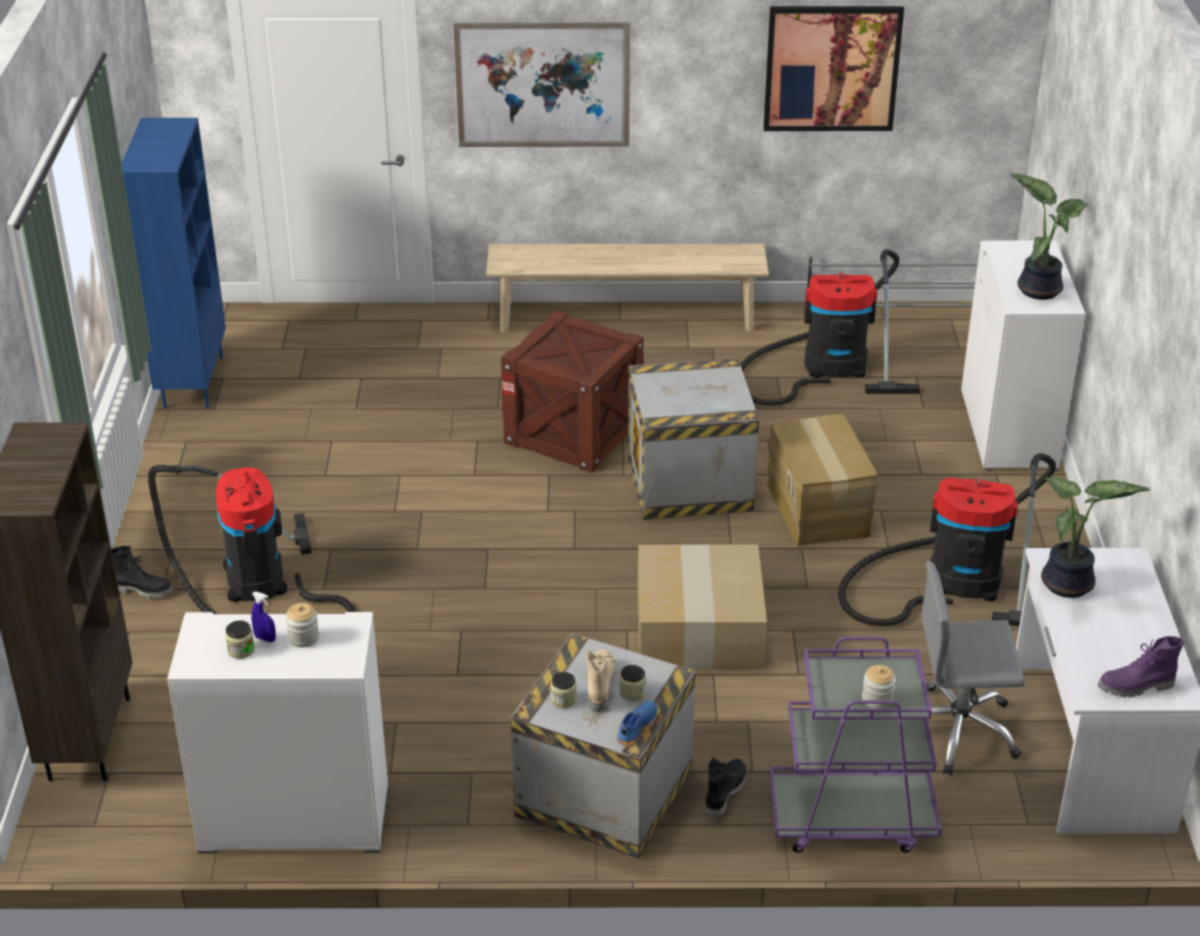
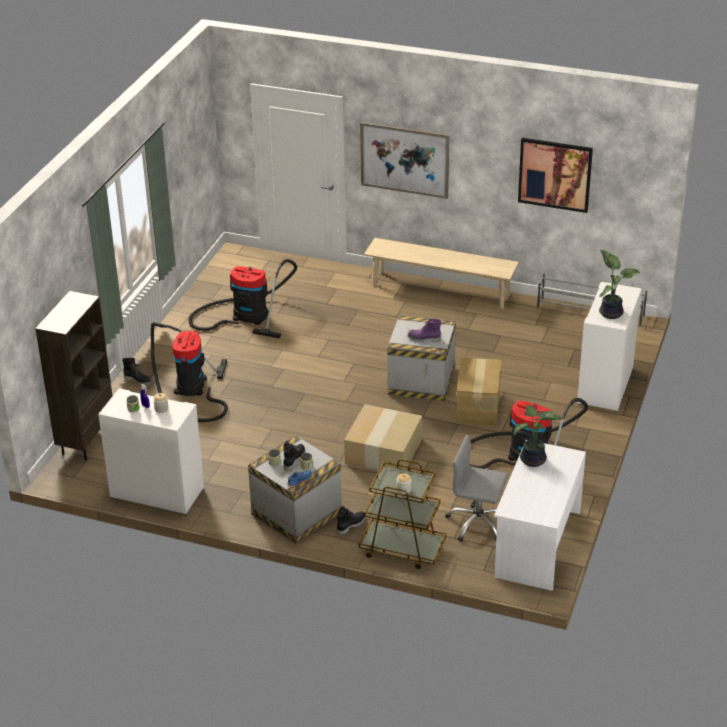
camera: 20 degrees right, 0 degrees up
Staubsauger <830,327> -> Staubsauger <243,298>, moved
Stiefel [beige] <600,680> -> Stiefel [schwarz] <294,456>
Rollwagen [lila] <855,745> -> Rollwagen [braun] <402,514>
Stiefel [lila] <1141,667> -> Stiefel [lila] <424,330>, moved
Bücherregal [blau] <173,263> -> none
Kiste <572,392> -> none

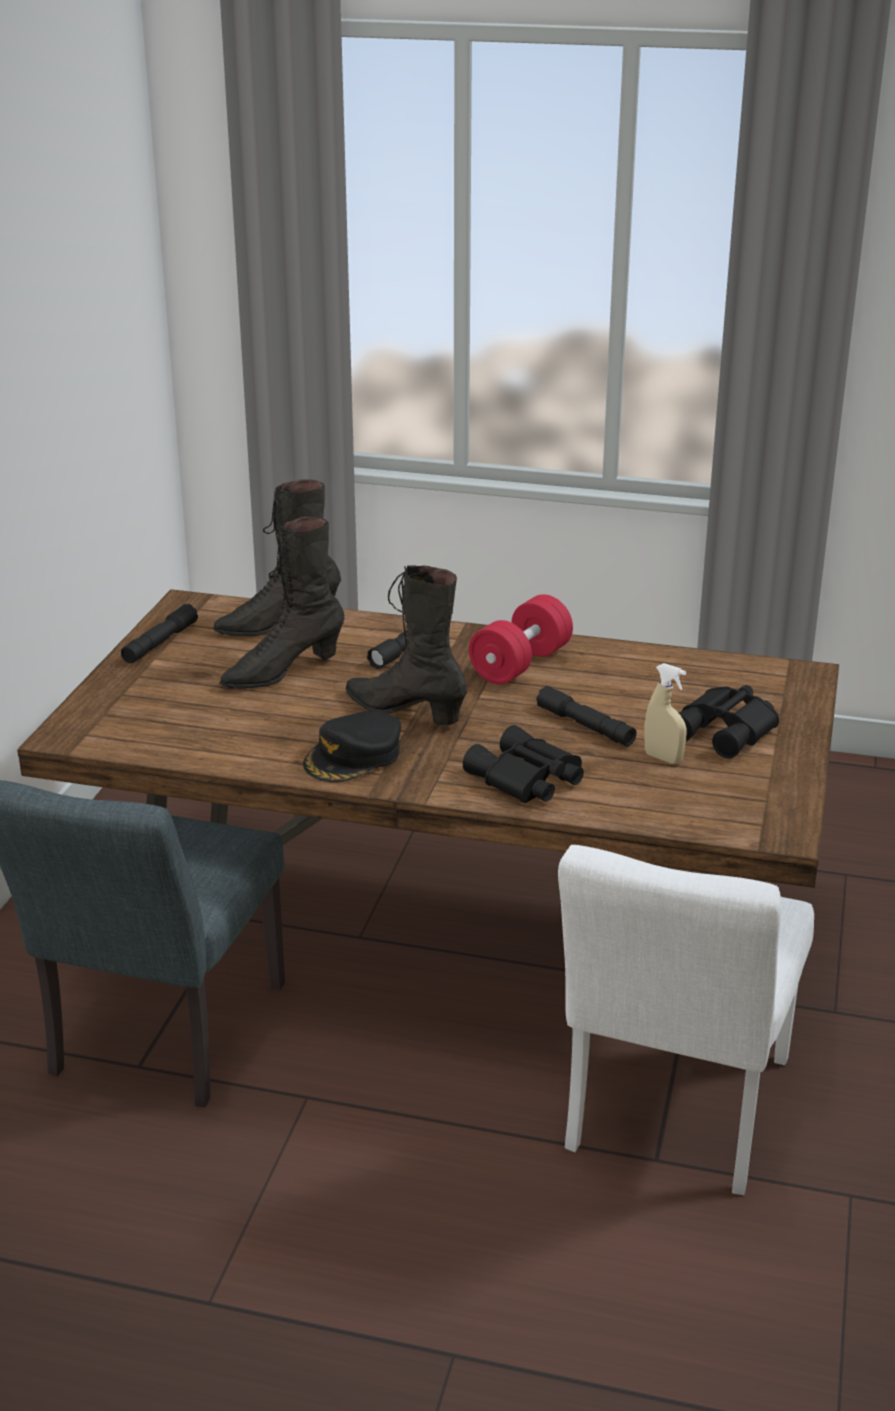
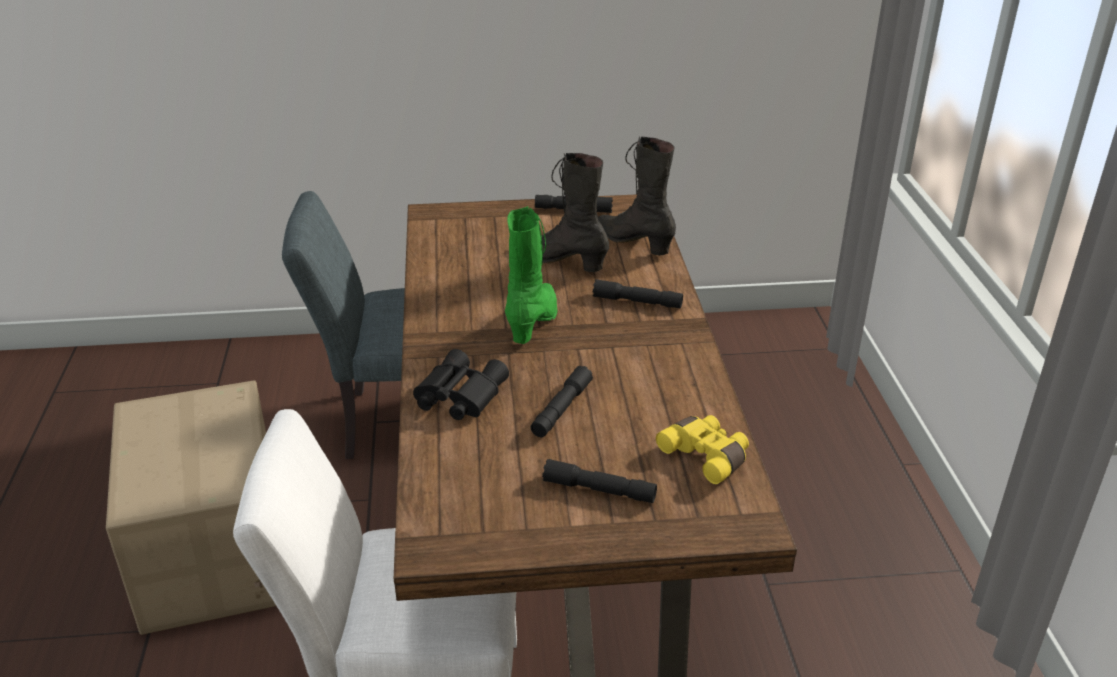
camera: 70 degrees right, 5 degrees up
none -> Karton <191,507>
Stiefel [schwarz] <406,645> -> Stiefel [grün] <531,275>
Fernglas [schwarz] <729,721> -> Taschenlampe [schwarz] <599,481>
none -> Fernglas [gelb] <702,449>
Kappe [schwarz] <352,746> -> none
Hantel [rot] <521,639> -> none
Sprühflasche [beige] <665,713> -> none

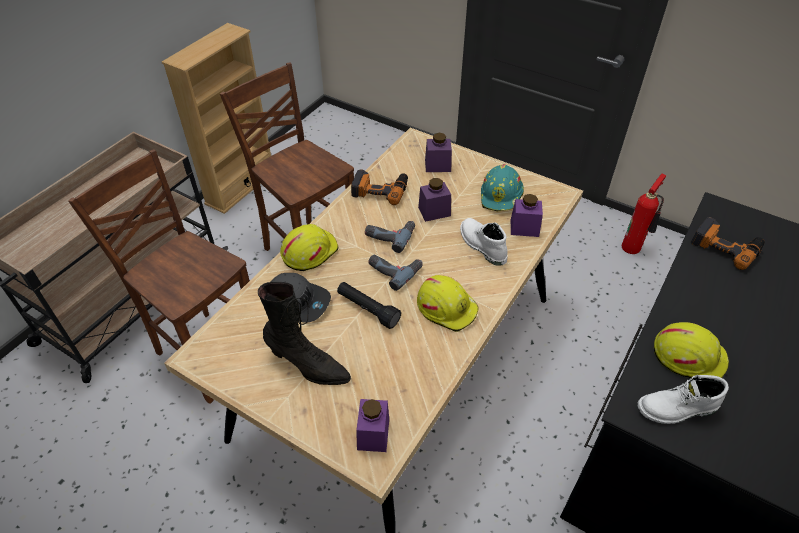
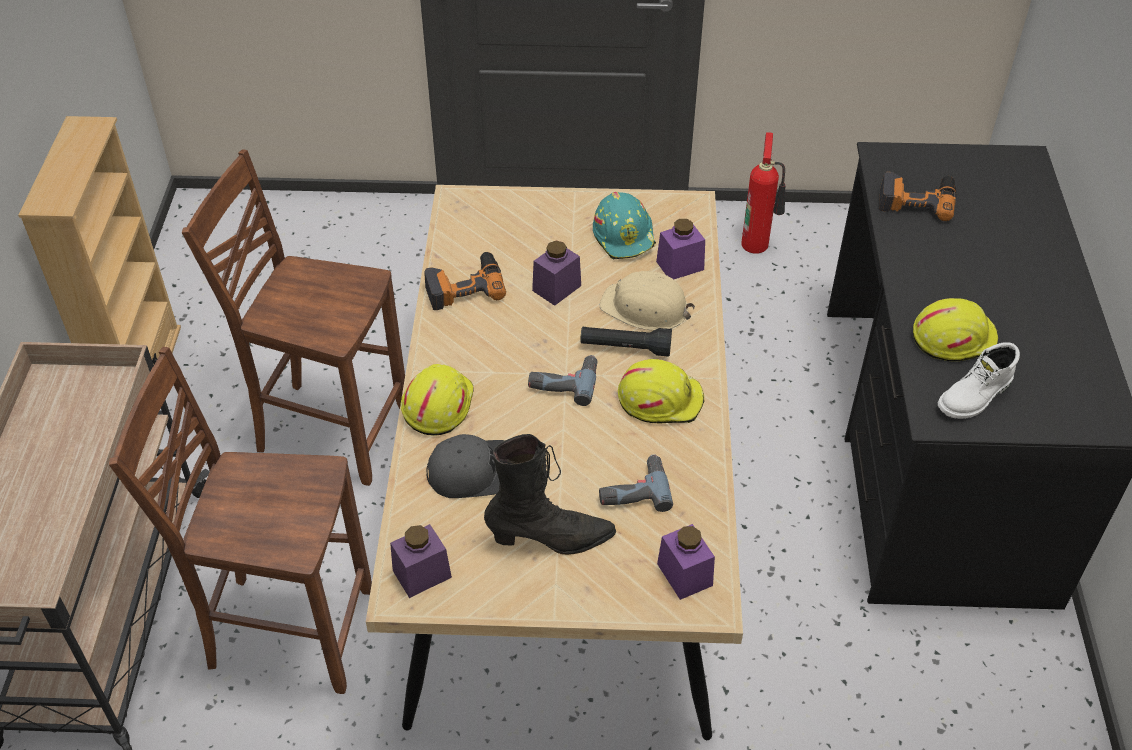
camera: 30 degrees left, 0 degrees up
Vorratsglas [lila] <438,152> -> Vorratsglas [lila] <421,561>, moved
Taschenlampe [schwarz] <369,305> -> Taschenlampe [schwarz] <626,342>, moved
Bohrmaschine <390,237> -> Bohrmaschine <636,483>, moved
Stiefel [weiß] <484,242> -> Schutzhelm [beige] <647,301>

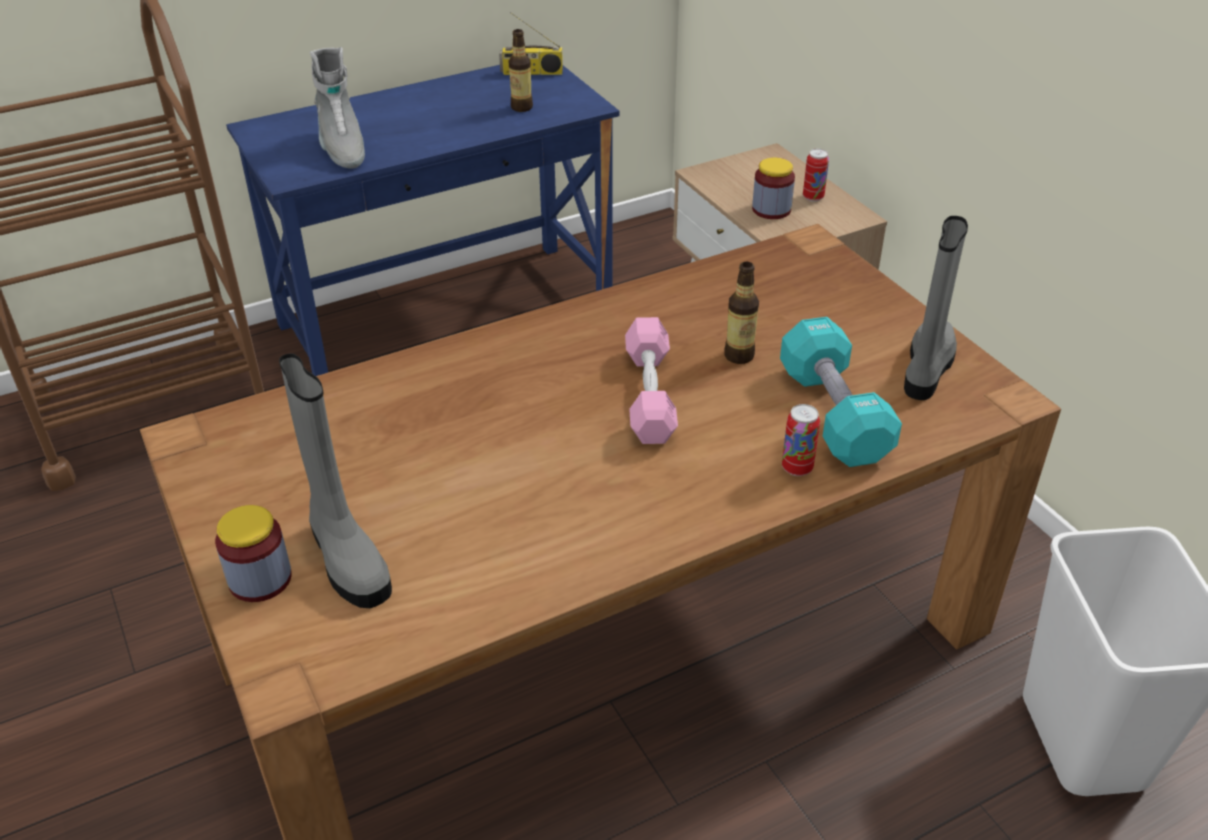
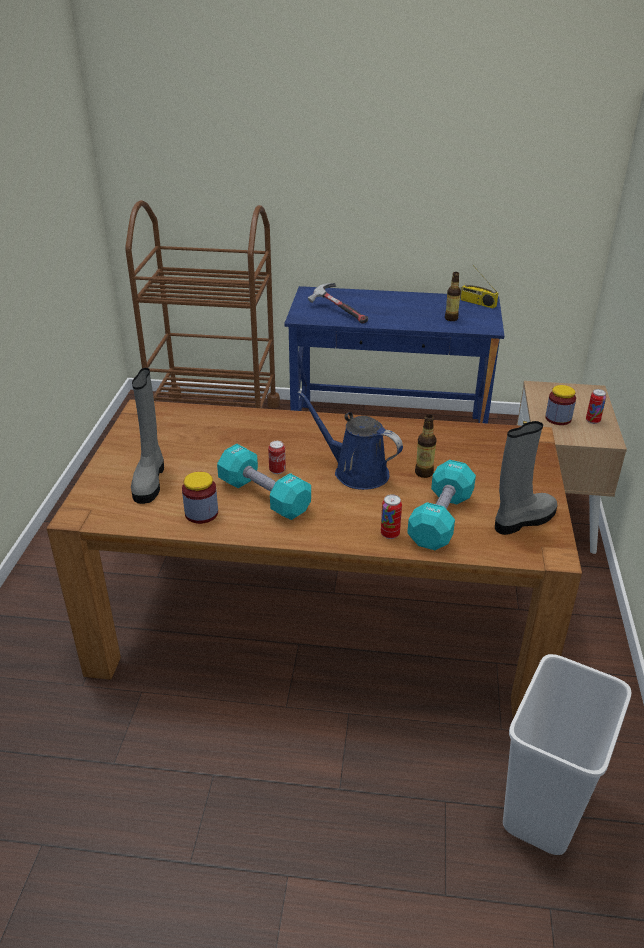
camera: 35 degrees right, 5 degrees down
Vorratsglas <253,553> -> Vorratsglas <200,498>, moved
none -> Hantel [türkis] <264,482>
none -> Dose <277,457>
Hantel [rosa] <651,380> -> Gießkanne [blau] <350,440>
Stiefel [grau] <337,108> -> Hammer <338,303>

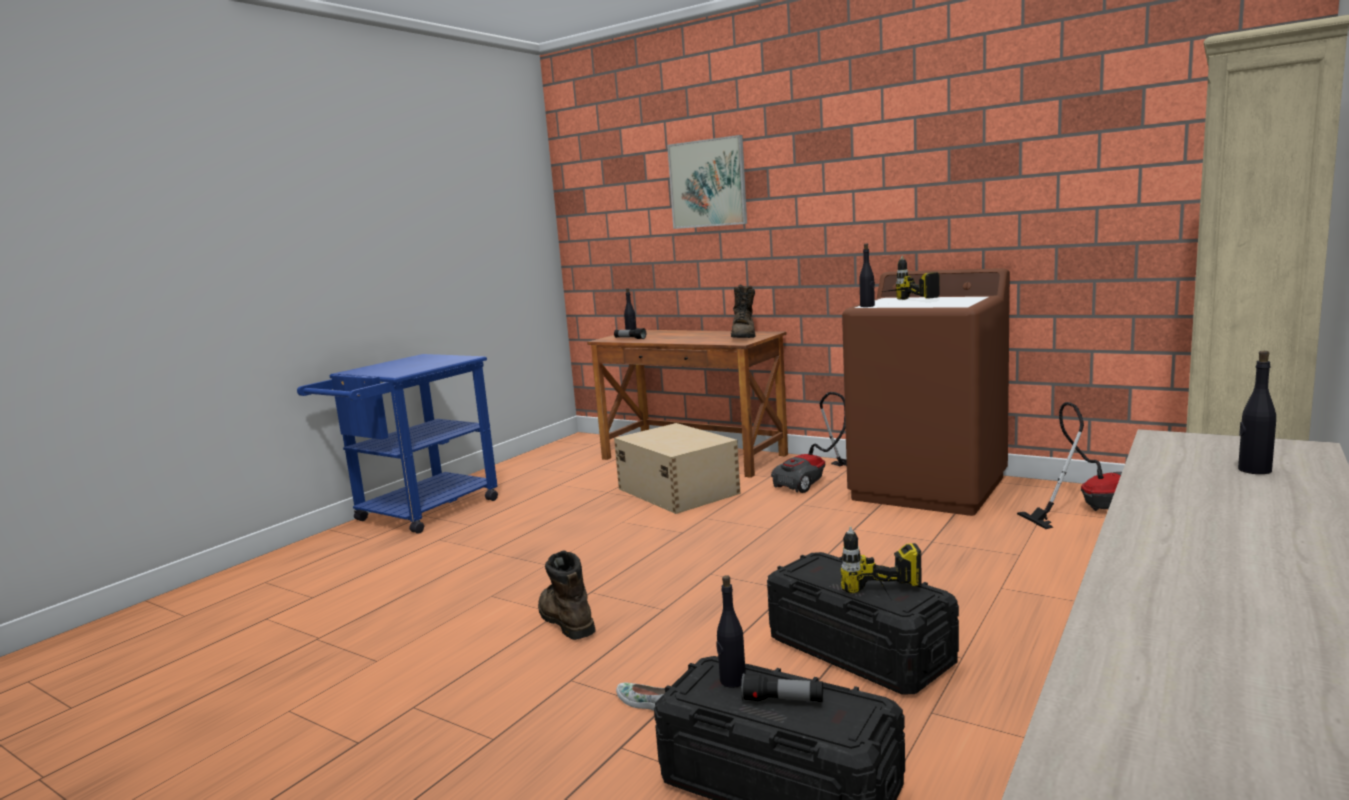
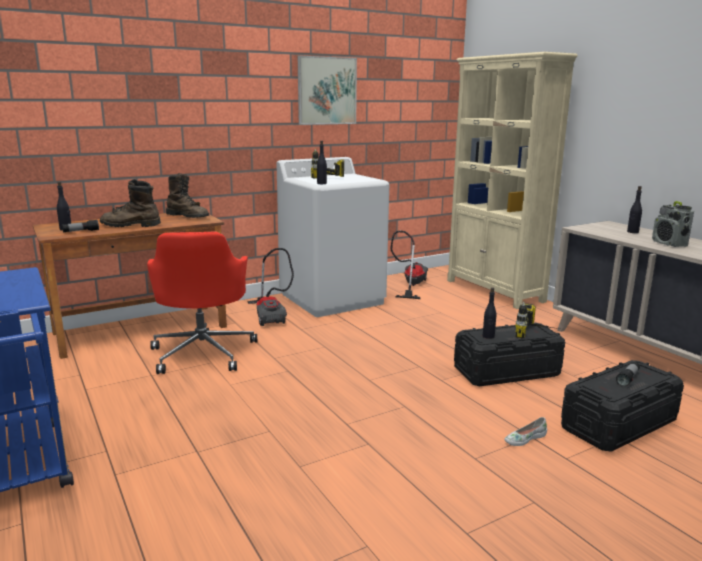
camera: 65 degrees left, 5 degrees up
Stiefel [braun] <567,595> -> Stiefel [braun] <130,203>, moved
Aufbewahrungsbox [beige] <677,468> -> Bürostuhl [rot] <202,303>
Waschmaschine [braun] <926,392> -> Waschmaschine [weiß] <333,237>
Bild <707,182> -> Bild <327,90>, moved
Flasche [schwarz] <731,631> -> Flasche [schwarz] <489,313>, moved
none -> Radio <673,224>

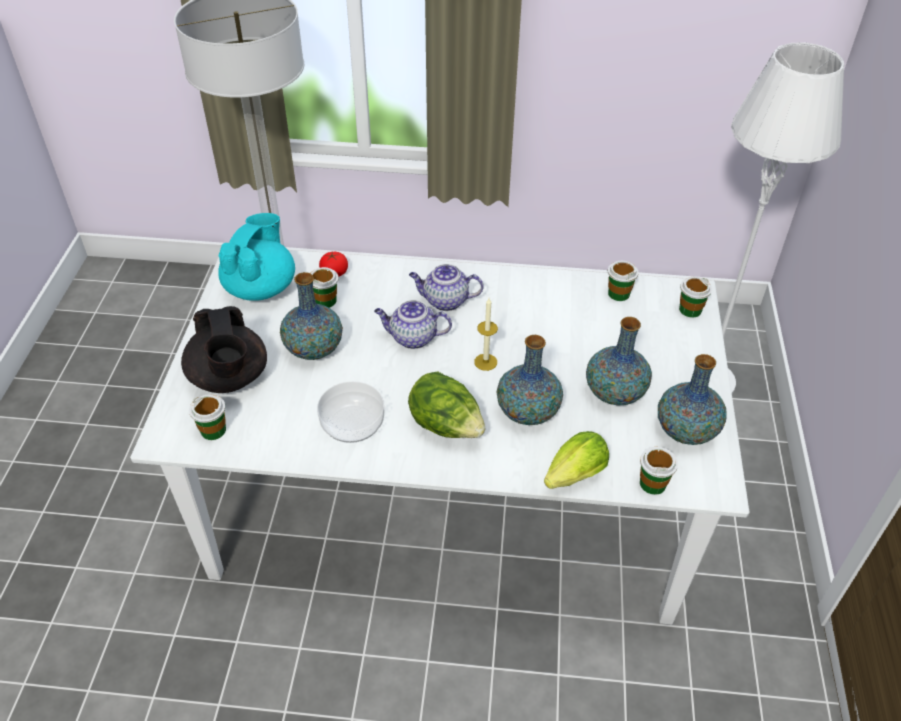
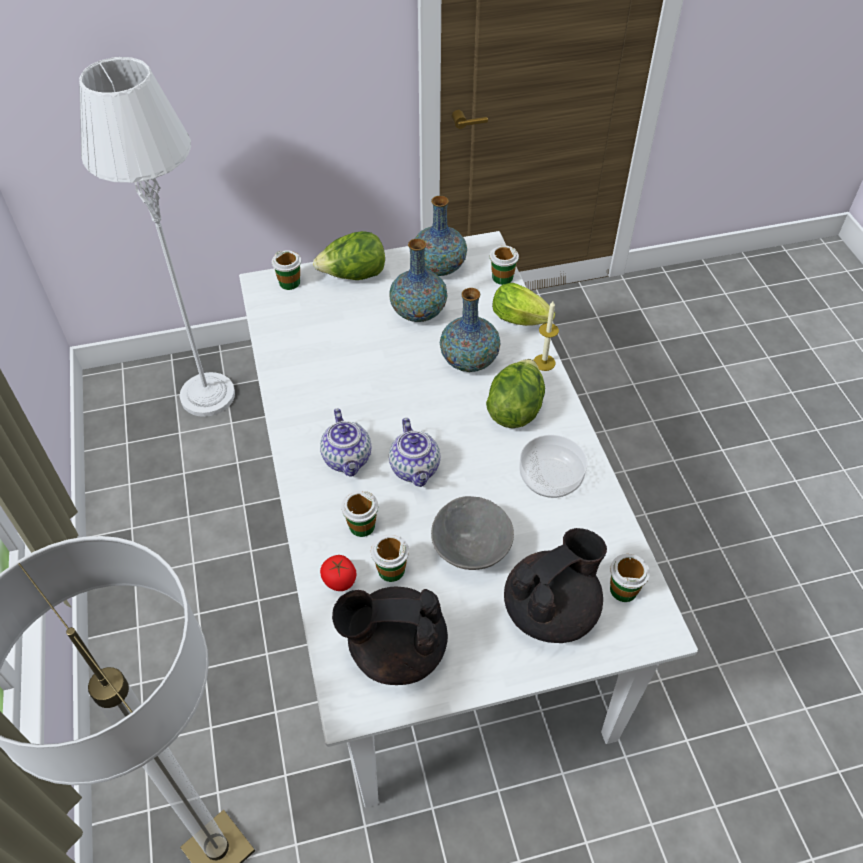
camera: 110 degrees left, 5 degrees up
none -> Salatkopf <349,255>
Teekanne [türkis] <256,257> -> Teekanne [schwarz] <390,635>
Tasse <623,281> -> Tasse <359,514>, moved
Vase <311,316> -> Schüssel [grau] <472,533>
Kerze <486,334> -> Kerze <546,336>, moved

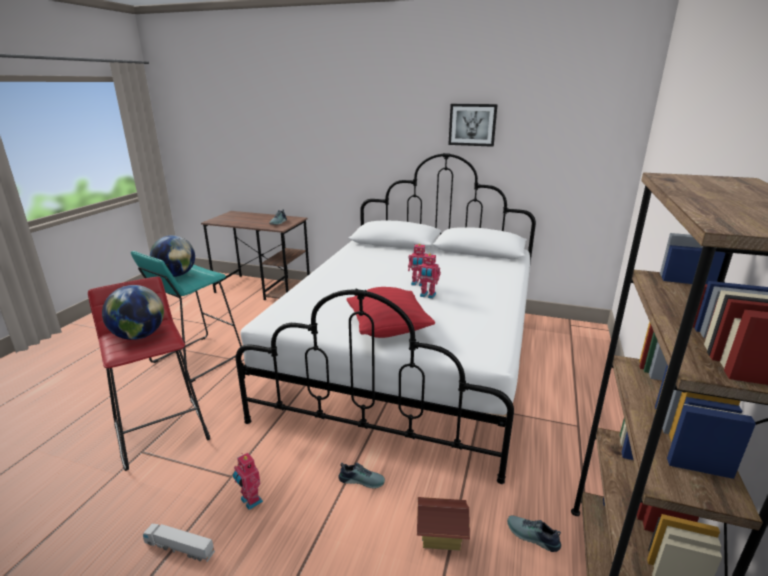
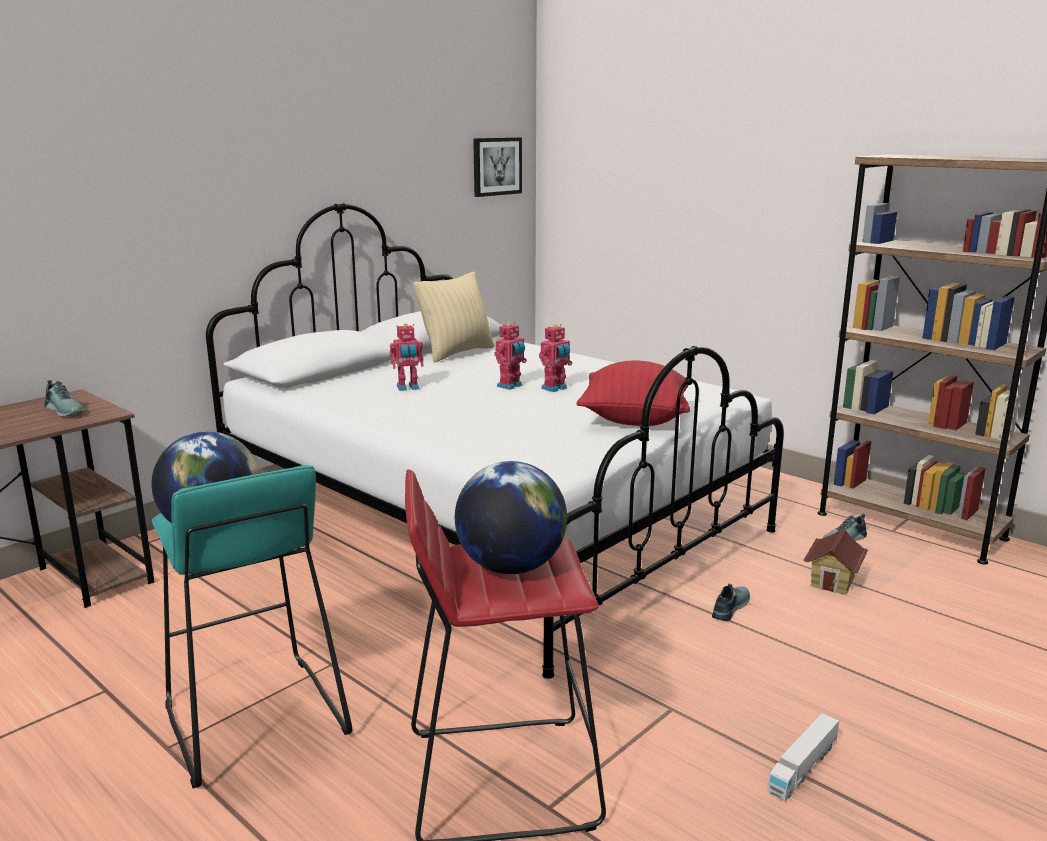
camera: 65 degrees left, 5 degrees down
Spielzeugroboter <248,481> -> Spielzeugroboter <407,357>, moved
none -> Kissen [beige] <454,317>
Bild <473,125> -> Bild <497,167>, moved

